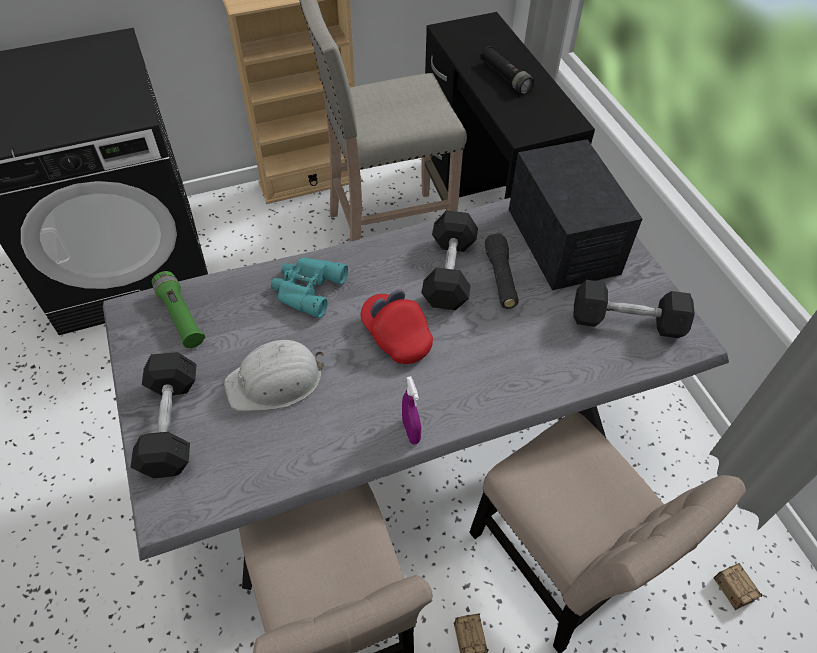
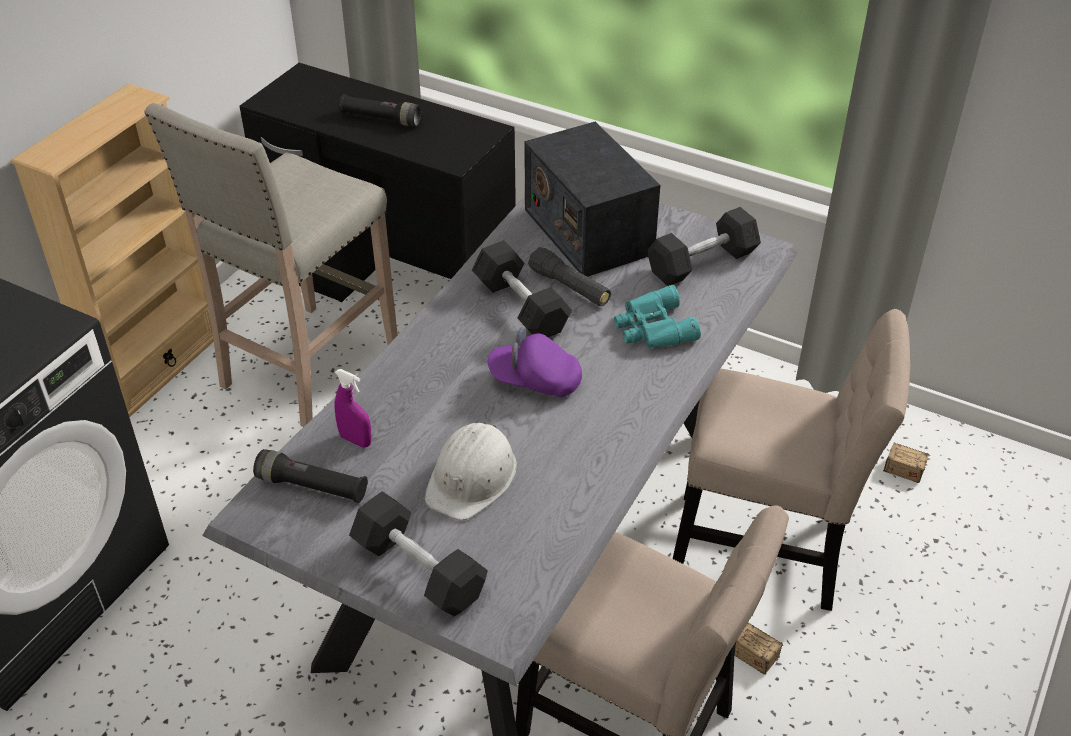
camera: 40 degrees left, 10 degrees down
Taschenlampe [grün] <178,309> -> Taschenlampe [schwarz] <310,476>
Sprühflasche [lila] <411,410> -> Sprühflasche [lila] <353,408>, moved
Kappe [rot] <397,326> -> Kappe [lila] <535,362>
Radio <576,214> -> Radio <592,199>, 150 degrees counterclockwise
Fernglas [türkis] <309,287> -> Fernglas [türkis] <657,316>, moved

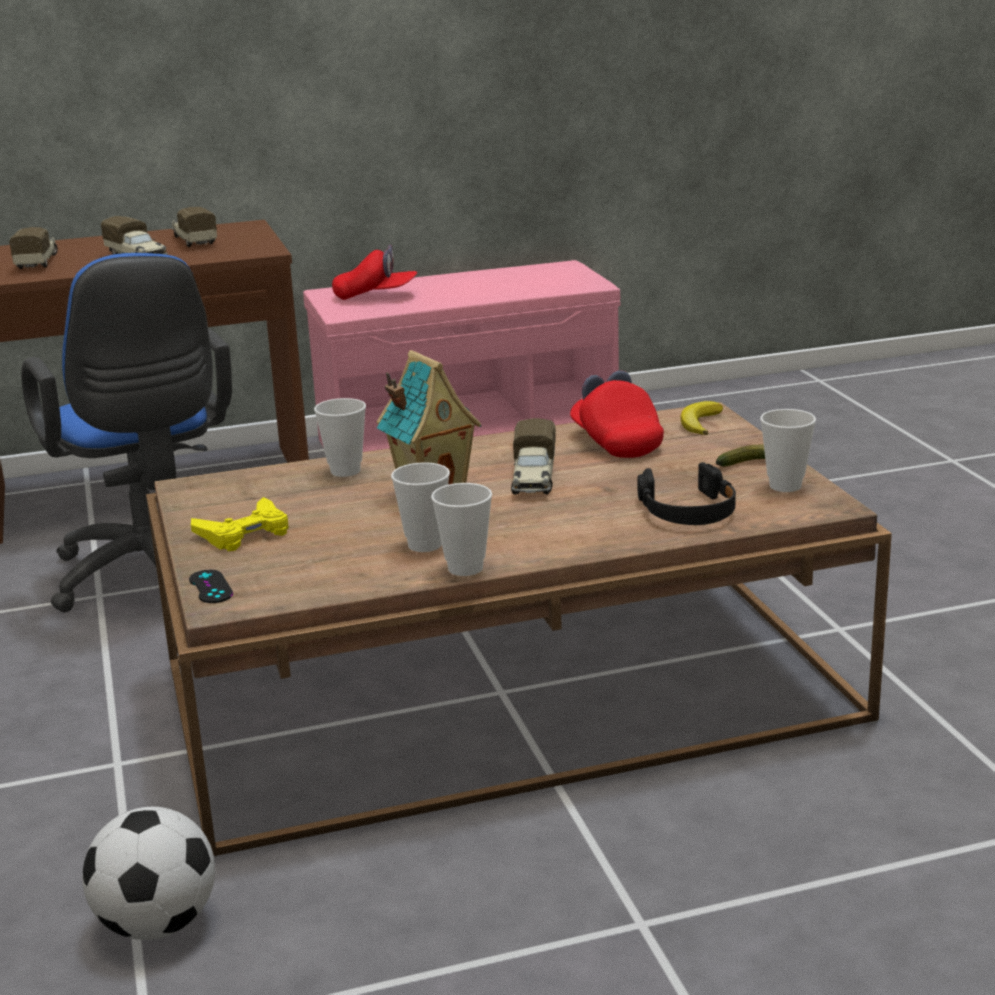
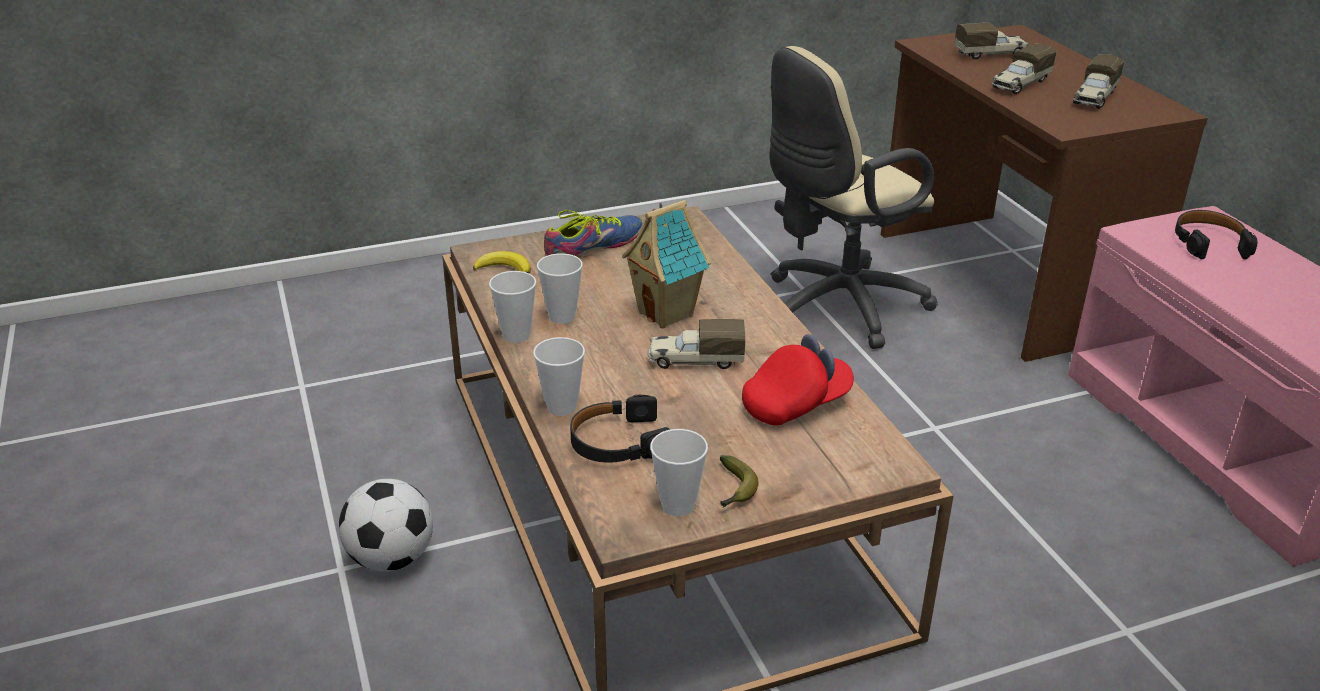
camera: 85 degrees right, 10 degrees up
Fußball <148,873> -> Fußball <386,525>, moved
Banane <701,418> -> Banane <502,262>, moved
Tasse <340,437> -> Tasse <559,376>, moved
Gamepad [gelb] <239,524> -> Schuh <593,234>
Bürostuhl [blau] <126,432> -> Bürostuhl [beige] <853,197>
Spielzeuglaster <194,227> -> Spielzeuglaster <1098,81>, 150 degrees clockwise
Kappe [rot] <374,272> -> Kopfhörer [schwarz] <1216,234>
Gamepad [schwarz] <211,586> -> none

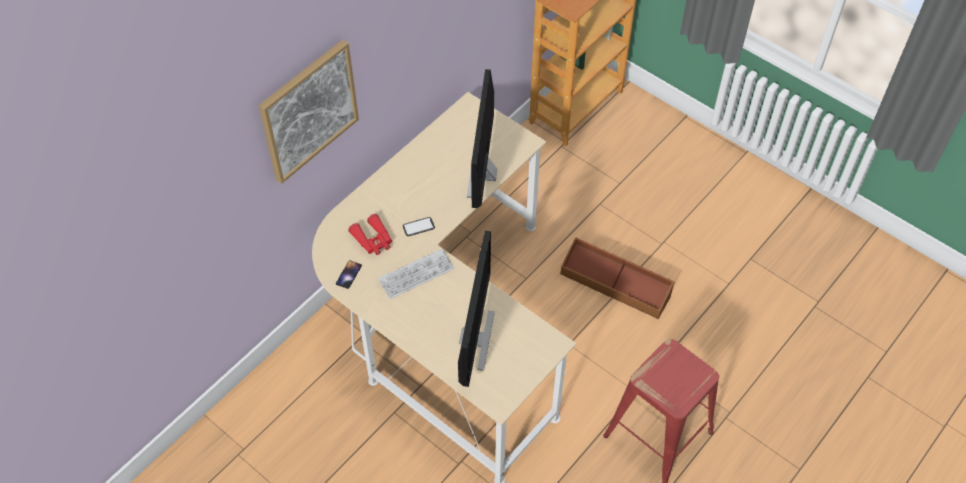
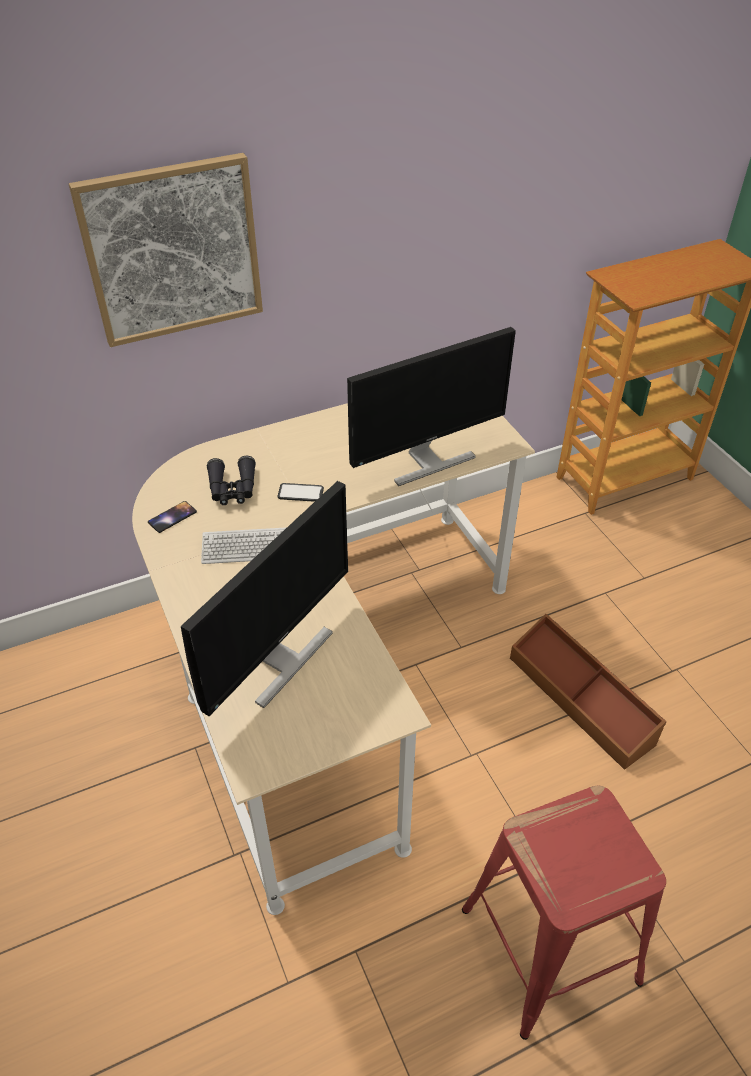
camera: 25 degrees right, 10 degrees down
Fernglas [rot] <370,234> -> Fernglas [schwarz] <231,480>
Monitor <482,138> -> Monitor <431,406>, 150 degrees counterclockwise

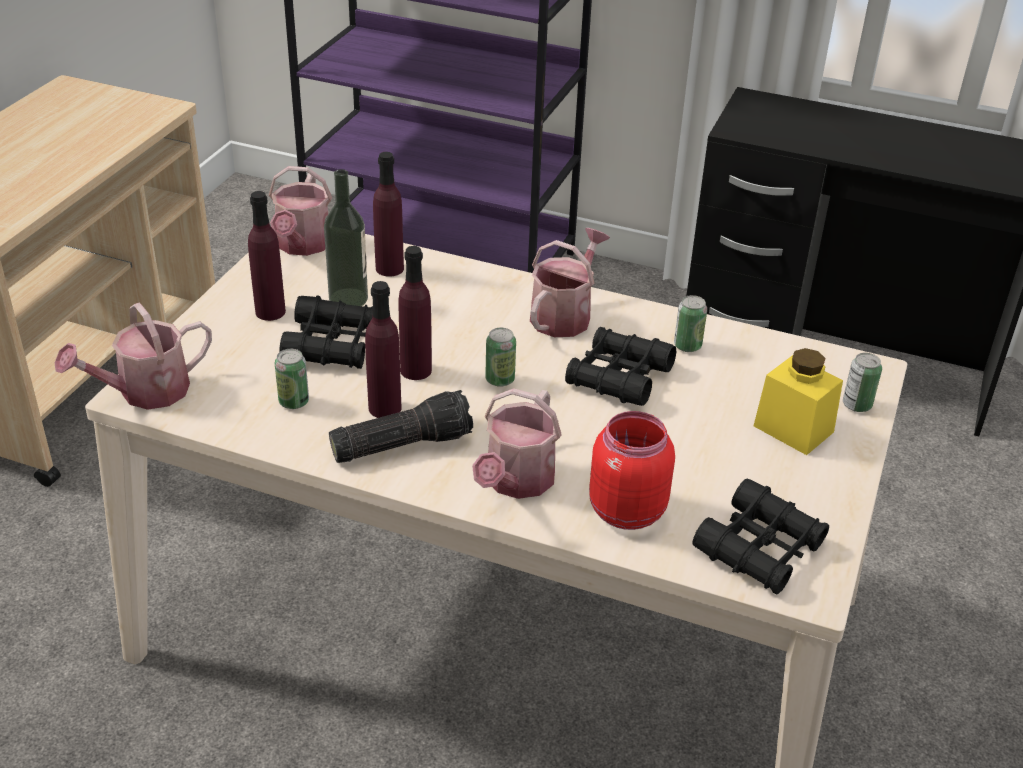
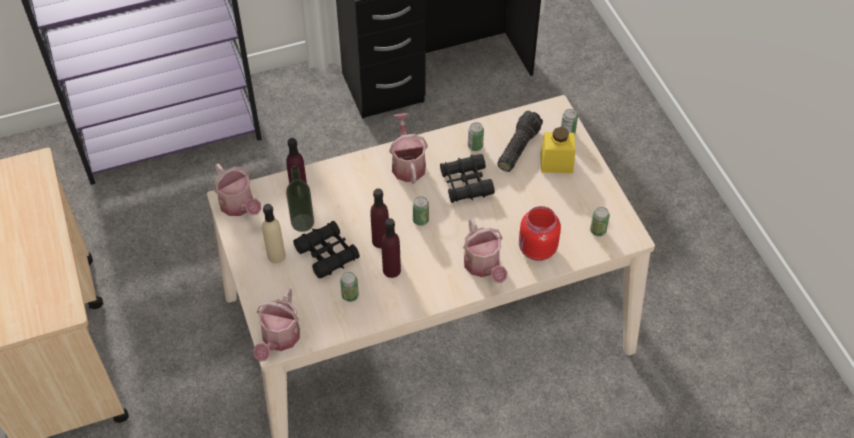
camera: 40 degrees left, 15 degrees up
Flasche [lila] <267,256> -> Flasche [beige] <274,233>
Taschenlampe <401,426> -> Taschenlampe <520,141>, moved
Fernglas [schwarz] <760,537> -> Dose <600,221>

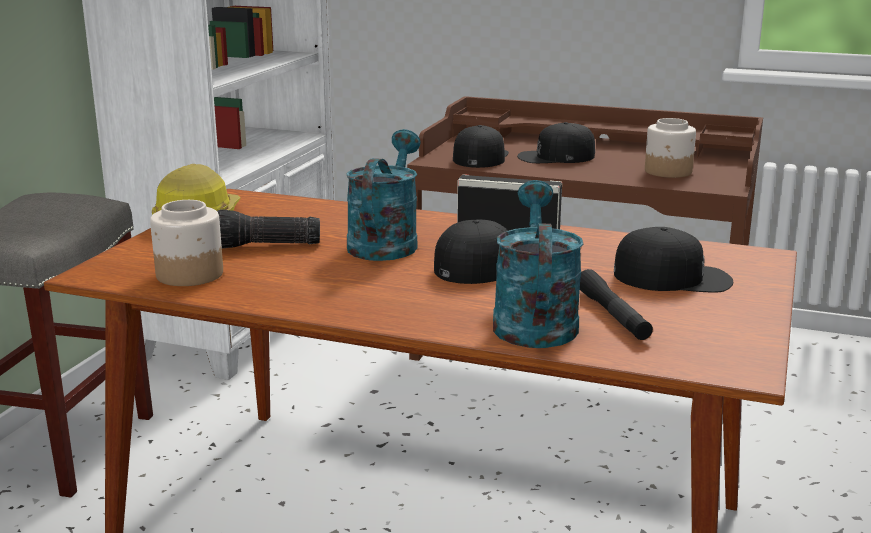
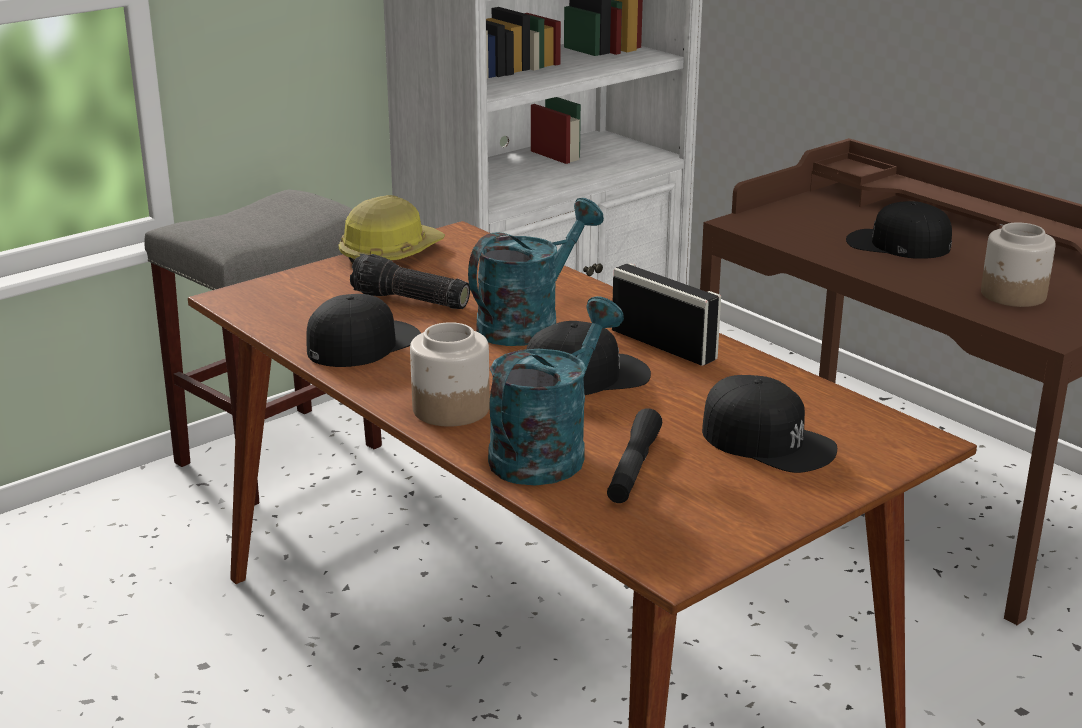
camera: 30 degrees right, 5 degrees up
Kappe [schwarz] <481,146> -> Kappe [schwarz] <363,330>, moved
Vorratsglas <186,243> -> Vorratsglas <450,374>, moved

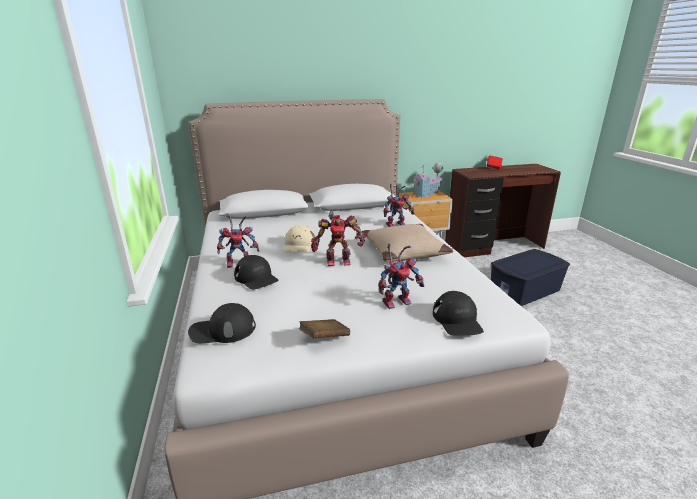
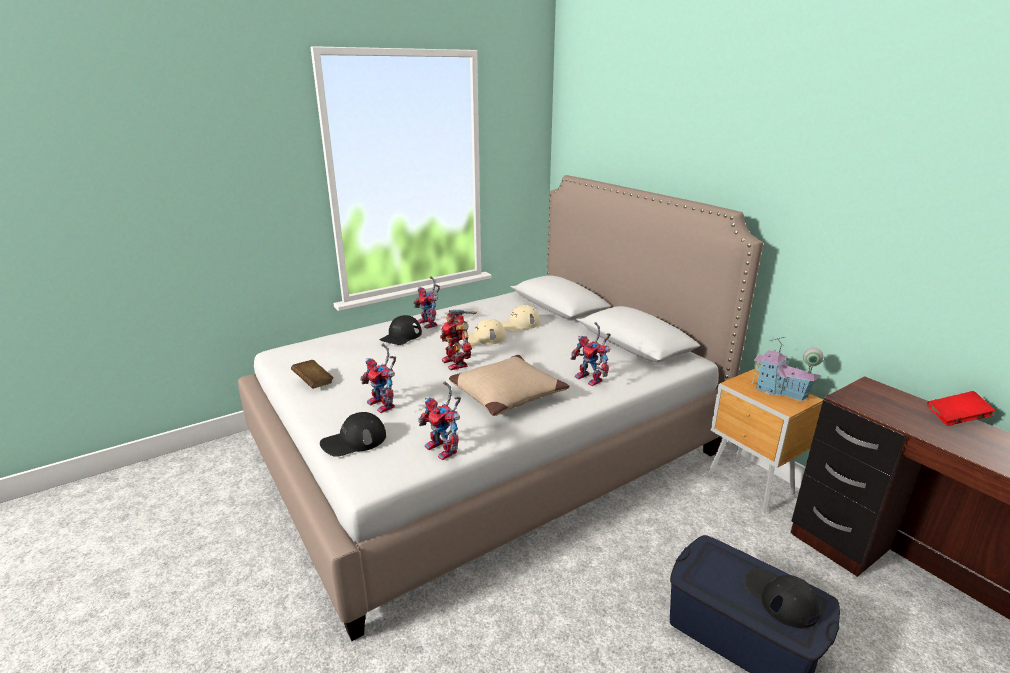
camera: 70 degrees right, 0 degrees up
none -> Spielzeugroboter <439,420>
none -> Kappe [beige] <520,318>
Kappe [schwarz] <222,323> -> Kappe [schwarz] <781,598>, moved

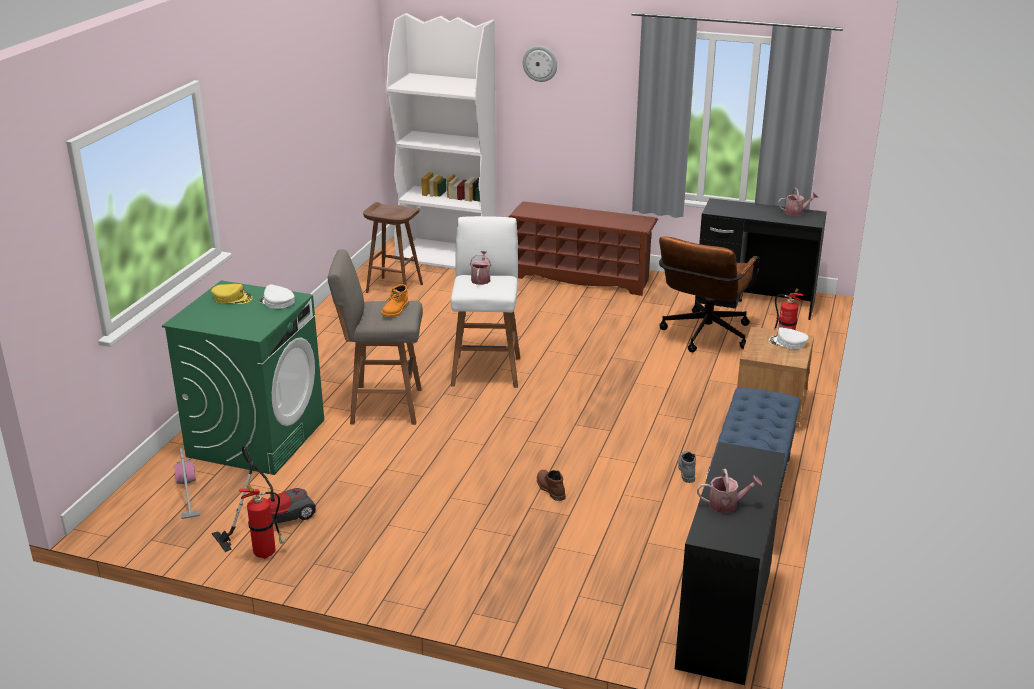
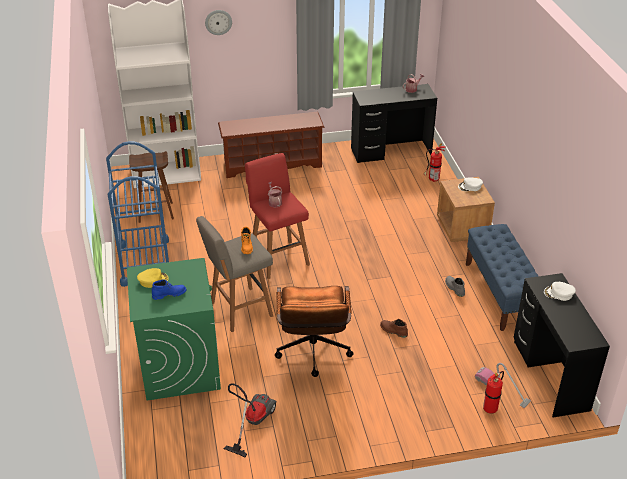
camera: 30 degrees left, 10 degrees up
none -> Rollwagen [blau] <137,214>
none -> Stiefel [blau] <169,289>
Hocker [weiß] <485,302> -> Hocker [rot] <277,216>
Bürostuhl [braun] <709,294> -> Bürostuhl [braun] <314,331>, moved
Staubsauger <187,483> -> Staubsauger <503,385>, moved
Feuerlöscher <262,522> -> Feuerlöscher <493,392>, moved
Kappe [weiß] <277,297> -> Kappe [weiß] <560,291>, moved
Gießkanne <729,491> -> none

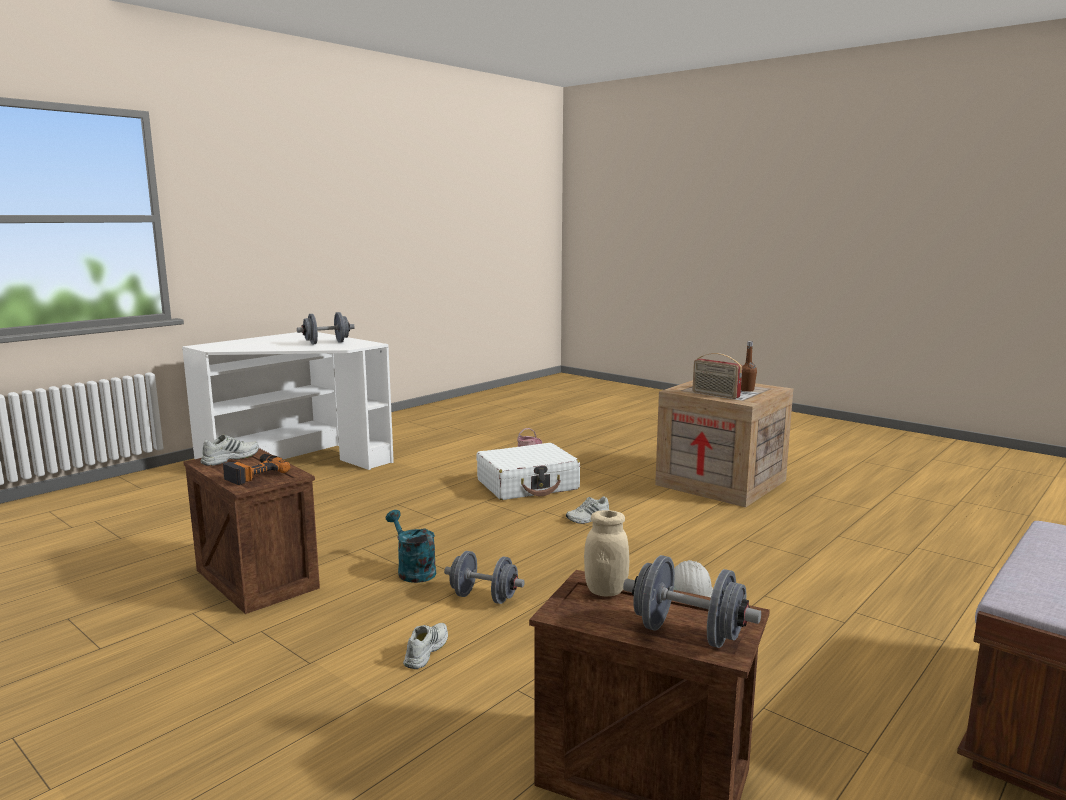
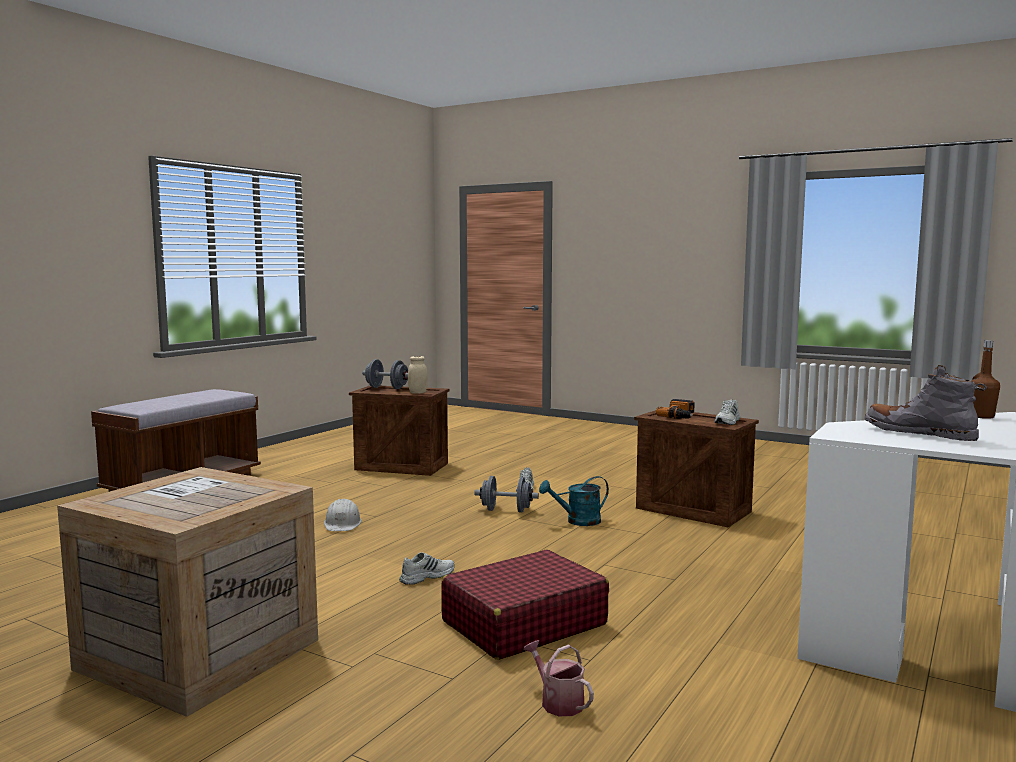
camera: 170 degrees right, 5 degrees down
Koffer [weiß] <528,471> -> Koffer [rot] <525,605>
Gießkanne [türkis] <411,546> -> Gießkanne [türkis] <574,501>, 120 degrees clockwise
Hantel [grau] <326,328> -> Stiefel [grau] <925,403>
Flasche [braun] <749,366> -> Flasche [braun] <985,379>, moved
Radio <717,376> -> none

